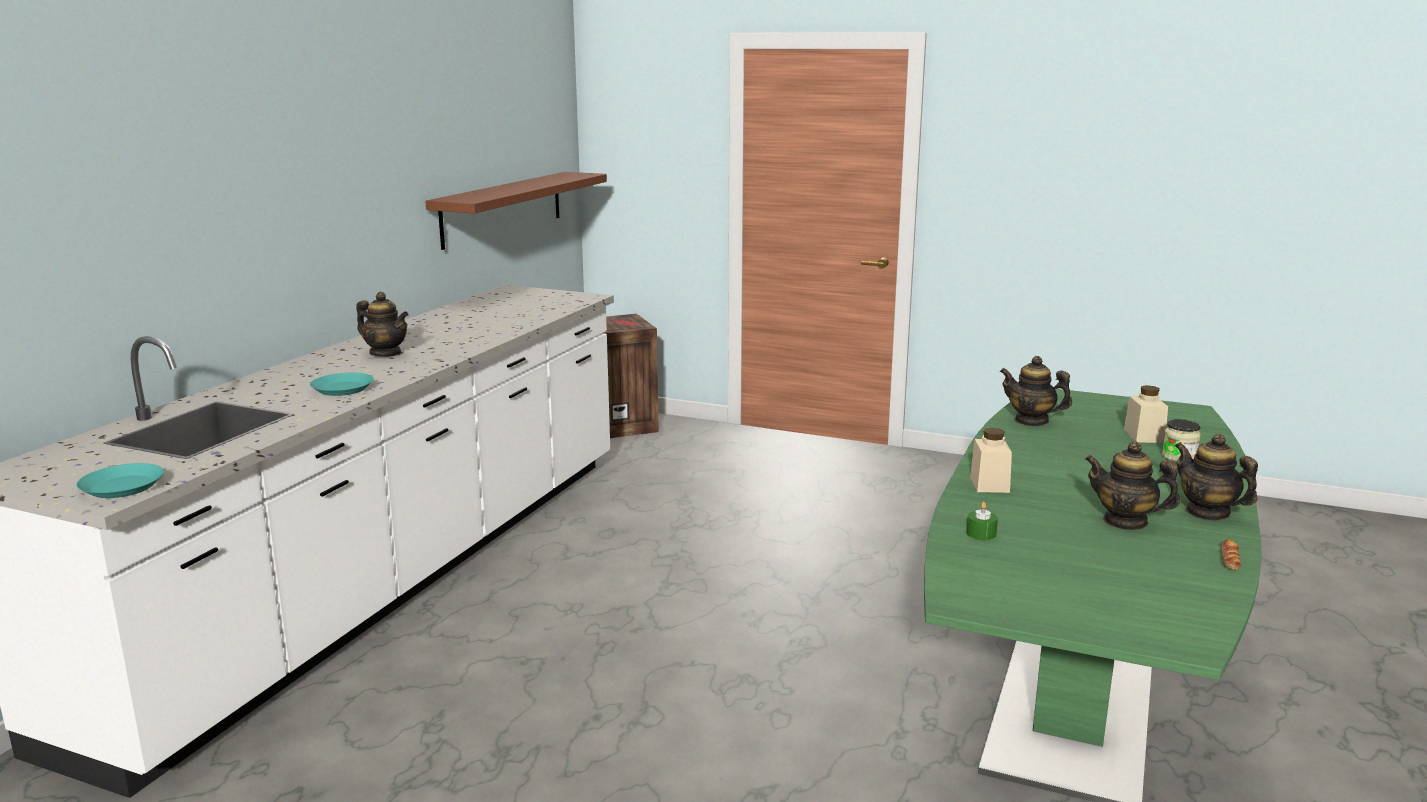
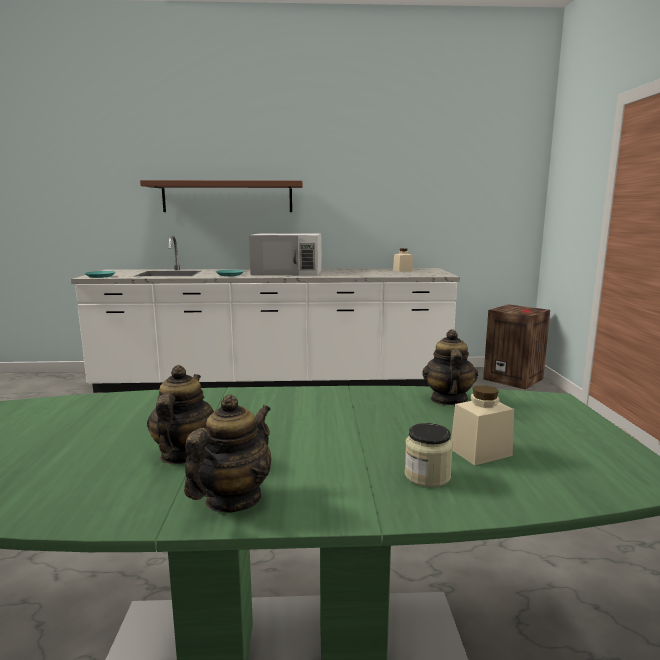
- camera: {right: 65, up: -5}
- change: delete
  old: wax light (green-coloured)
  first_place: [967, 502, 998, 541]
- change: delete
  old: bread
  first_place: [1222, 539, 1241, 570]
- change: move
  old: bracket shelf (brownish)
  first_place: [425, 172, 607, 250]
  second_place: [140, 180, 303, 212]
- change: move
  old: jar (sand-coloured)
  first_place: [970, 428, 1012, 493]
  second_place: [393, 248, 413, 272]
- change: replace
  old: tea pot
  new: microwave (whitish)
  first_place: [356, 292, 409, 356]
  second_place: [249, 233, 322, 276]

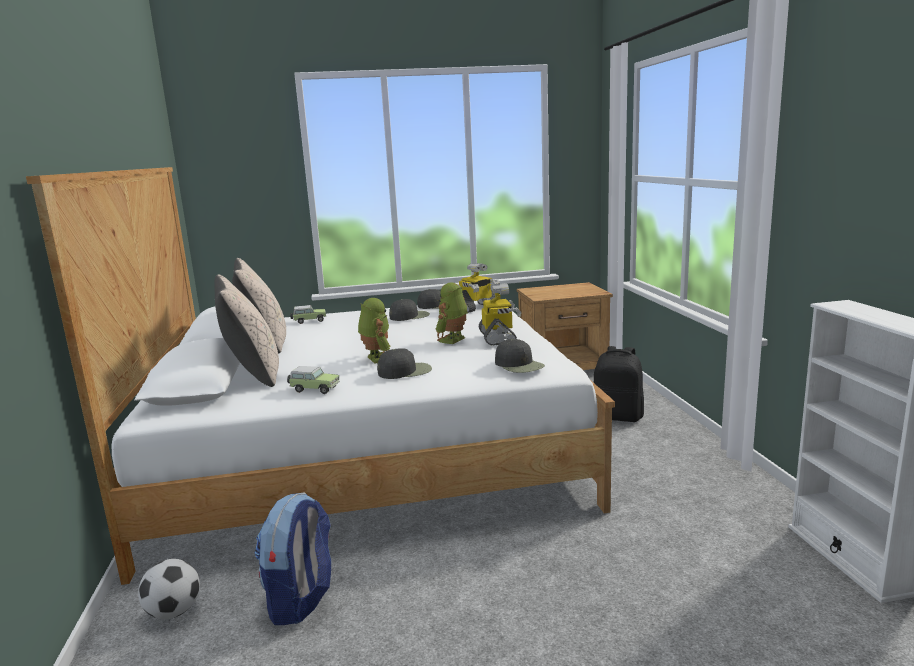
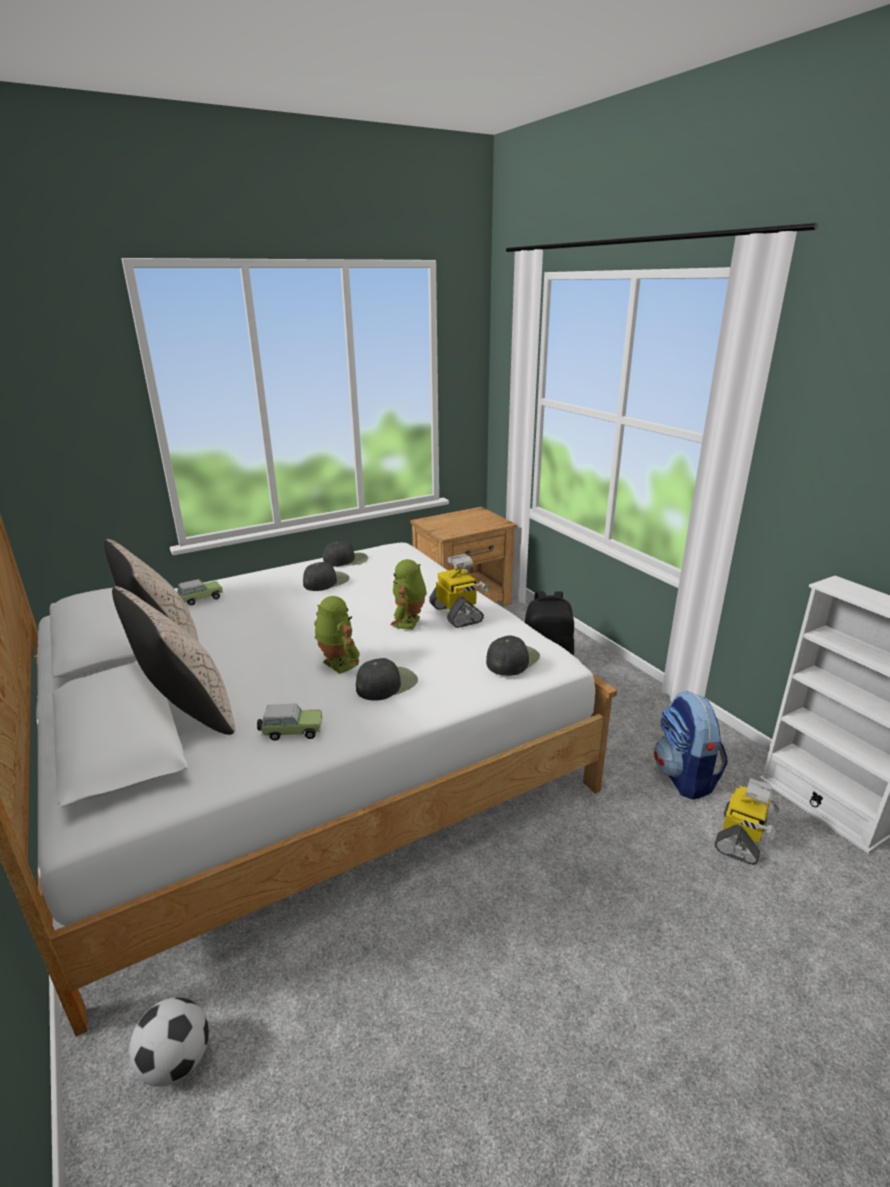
- camera: {right: -20, up: 10}
- change: move
  old: rucksack
  first_place: [255, 492, 331, 625]
  second_place: [654, 691, 728, 800]
- change: move
  old: model robot
  first_place: [459, 263, 500, 313]
  second_place: [715, 778, 781, 865]
- change: rotate
  old: baseball cap (black-coloured)
  first_place: [495, 339, 545, 373]
  second_place: [486, 635, 540, 676]
  degrees: -90

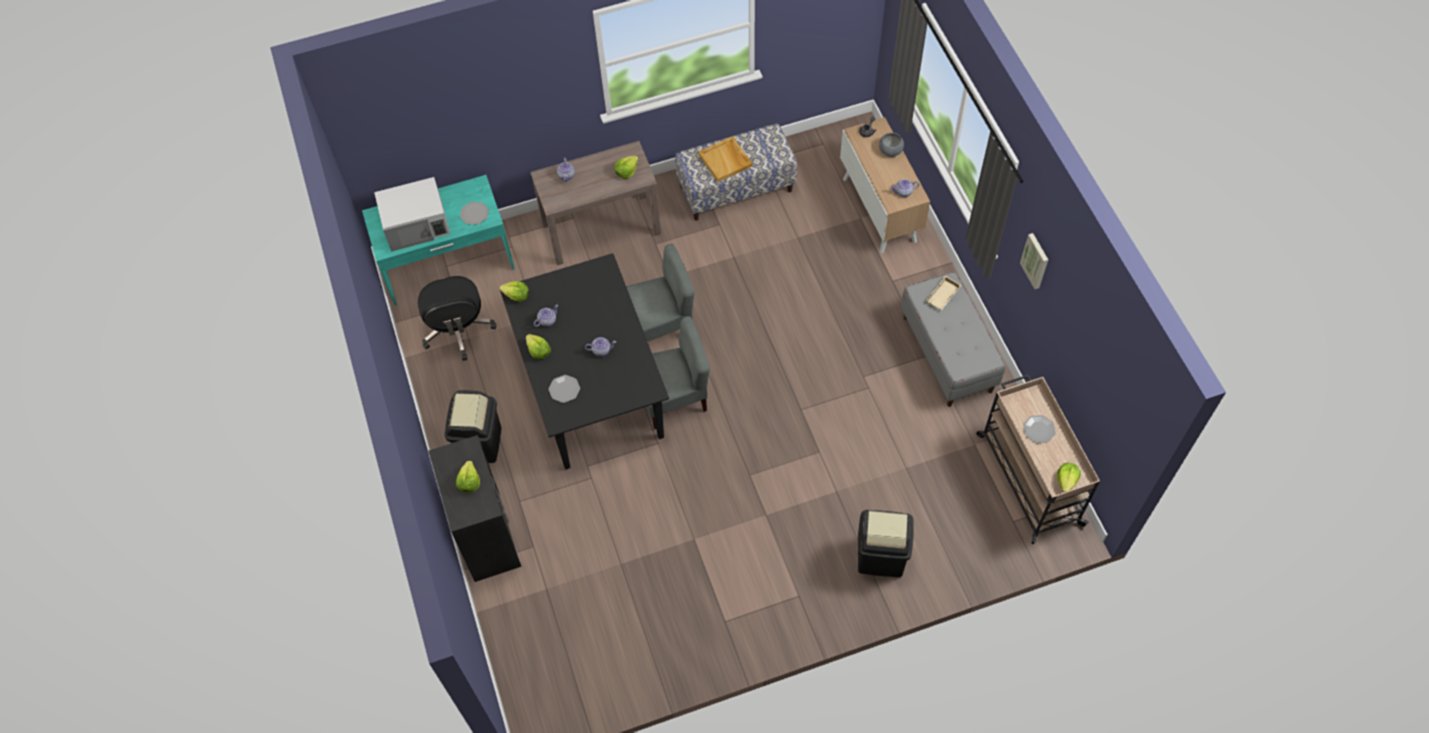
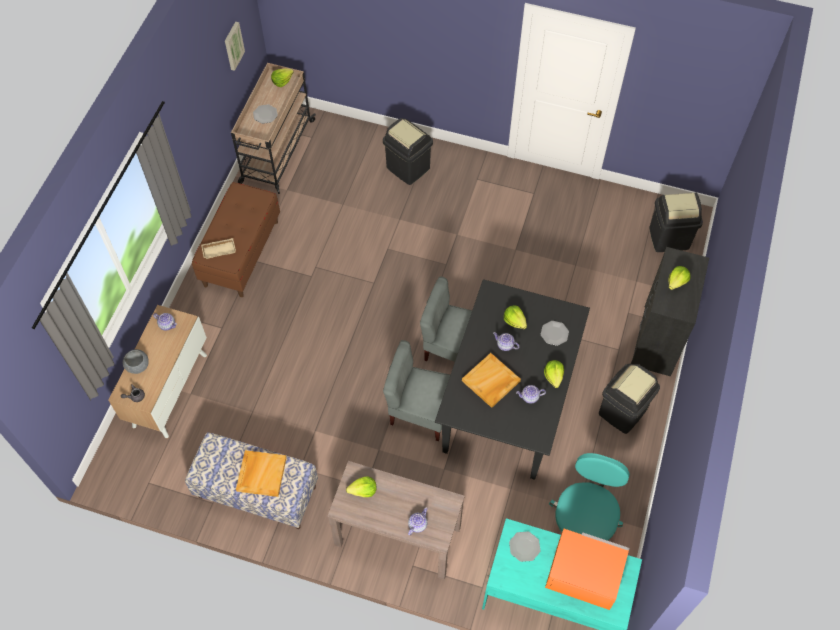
- camera: {right: -145, up: 0}
- change: insert
  new: tray (sand-coloured)
  second_place: [462, 353, 521, 408]
- change: insert
  new: waste bin (black-coloured)
  second_place: [649, 192, 703, 252]
- change: move
  old: lettuce head
  first_place: [499, 281, 529, 302]
  second_place: [504, 305, 527, 329]
- change: move
  old: wall art
  first_place: [1020, 233, 1048, 289]
  second_place: [225, 22, 245, 71]
- change: recolor
  old: microwave (whitish)
  new: microwave (orange)
  first_place: [374, 177, 450, 252]
  second_place: [545, 529, 630, 610]
- change: recolor
  old: office chair (black-coloured)
  new: office chair (blue-green)
  first_place: [418, 276, 496, 361]
  second_place: [549, 453, 630, 541]
- change: recolor
  old: long seat (grey)
  new: long seat (brownish)
  first_place: [901, 272, 1005, 407]
  second_place: [192, 182, 280, 297]

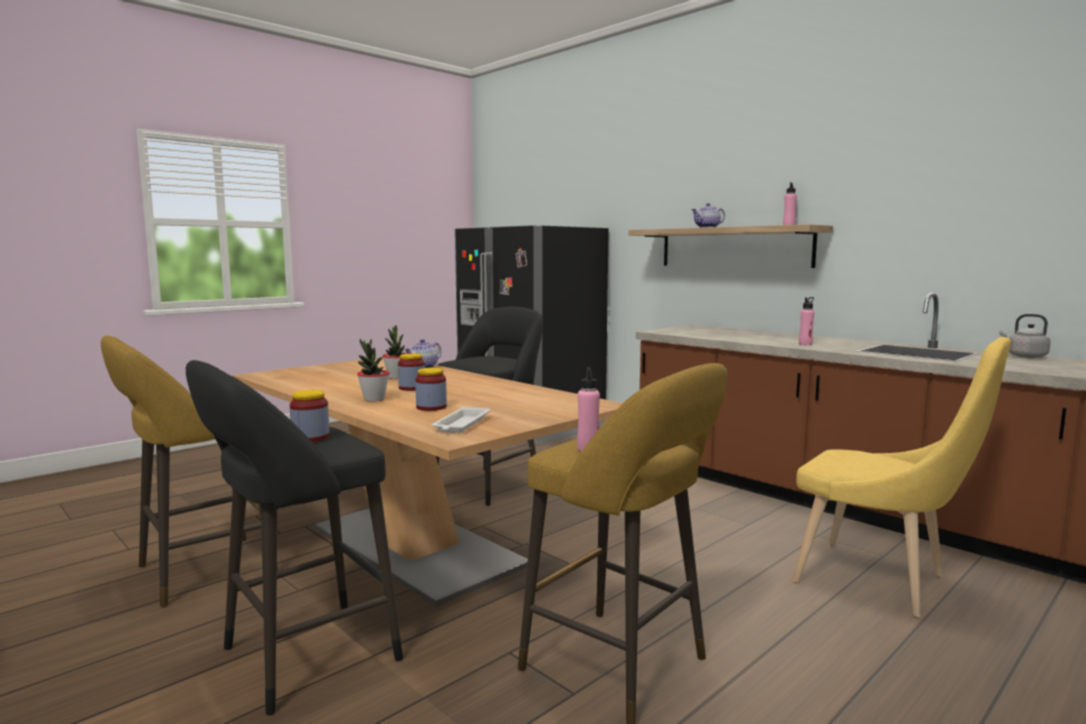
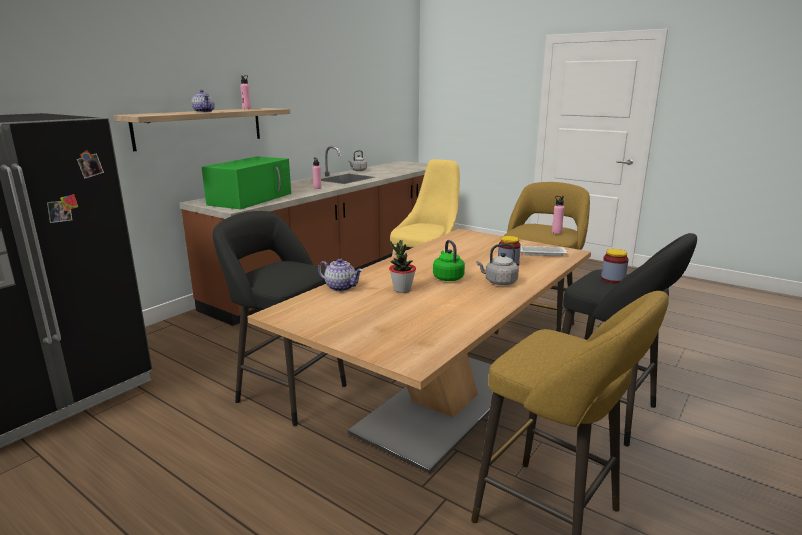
- camera: {right: -100, up: 10}
- change: insert
  new: microwave (green-coloured)
  second_place: [202, 156, 291, 209]
- change: replace
  old: plant in a pot
  new: tea kettle (grey)
  first_place: [357, 339, 389, 402]
  second_place: [477, 244, 519, 285]
- change: replace
  old: jar
  new: tea kettle (green-coloured)
  first_place: [398, 353, 425, 391]
  second_place: [433, 240, 465, 281]

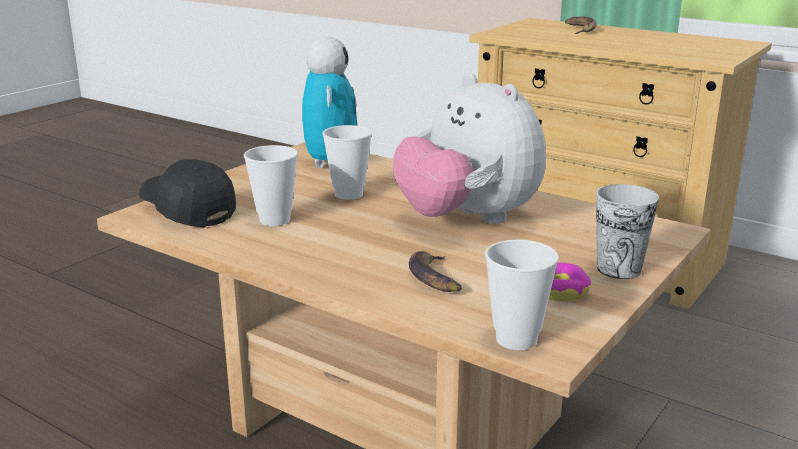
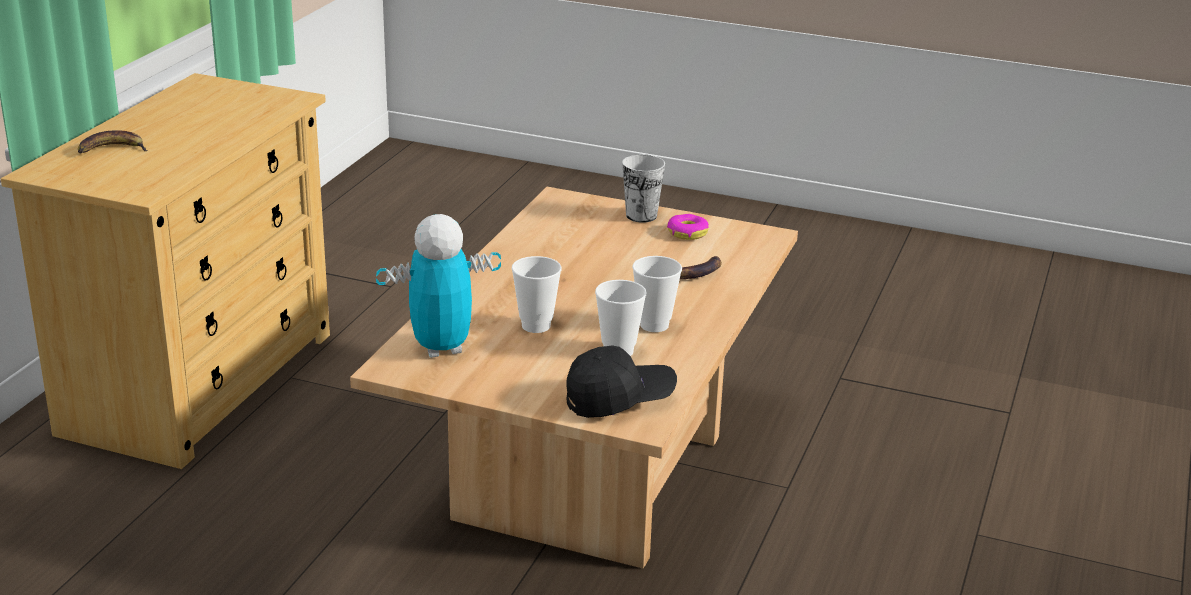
- camera: {right: -105, up: 5}
- change: delete
  old: cuddly toy
  first_place: [393, 73, 546, 224]
- change: move
  old: drinking cup
  first_place: [485, 240, 559, 350]
  second_place: [632, 256, 682, 332]
- change: rotate
  old: baseball cap (black-coloured)
  first_place: [139, 159, 236, 228]
  second_place: [566, 345, 677, 418]
  degrees: -135

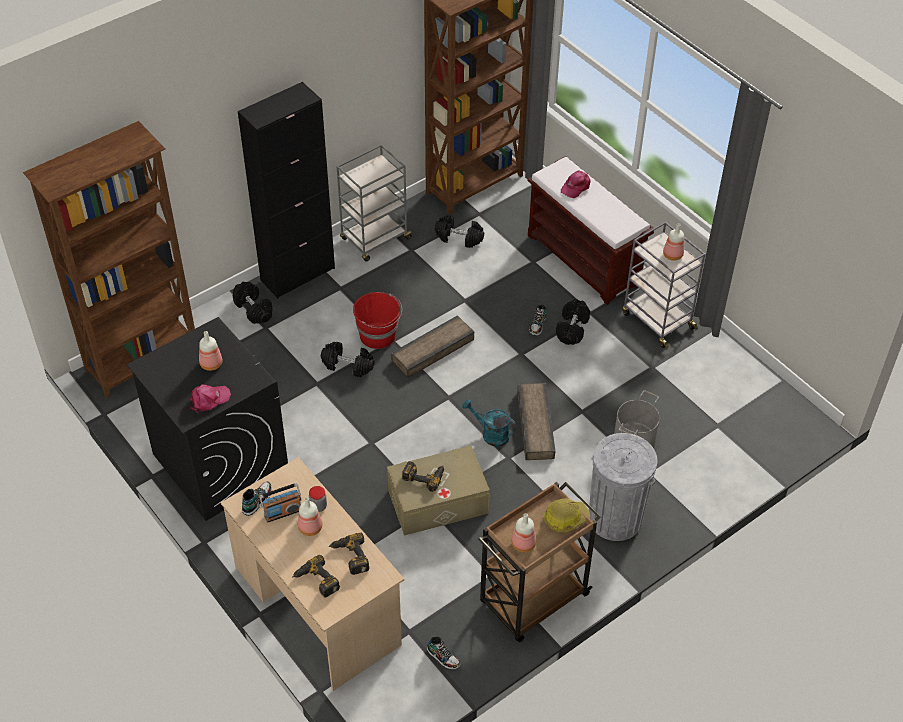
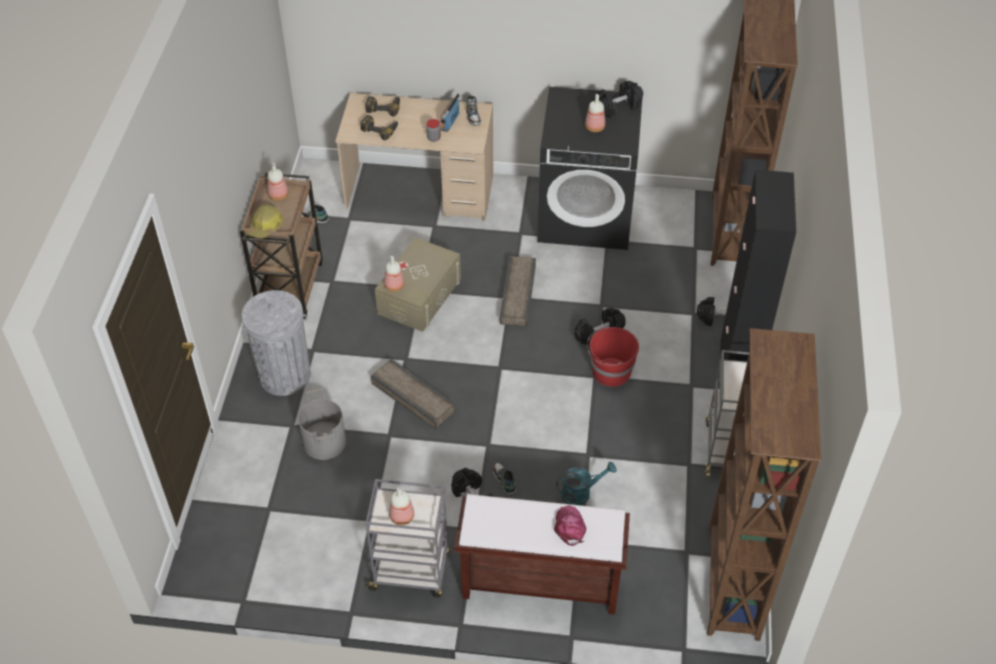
- camera: {right: 135, up: 0}
- change: delete
  old: baseball cap (pink)
  first_place: [190, 384, 231, 414]
- change: delete
  old: power drill
  first_place: [402, 461, 444, 492]
- change: move
  old: beverage bottle
  first_place: [298, 497, 322, 536]
  second_place: [384, 256, 404, 292]
- change: move
  old: shipping crate
  first_place: [391, 315, 474, 378]
  second_place: [500, 256, 536, 327]
- change: move
  old: hand weight (black-coloured)
  first_place: [435, 215, 484, 248]
  second_place: [593, 81, 643, 118]
- change: move
  old: watering pot (blue-green)
  first_place: [462, 399, 516, 447]
  second_place: [556, 462, 617, 505]

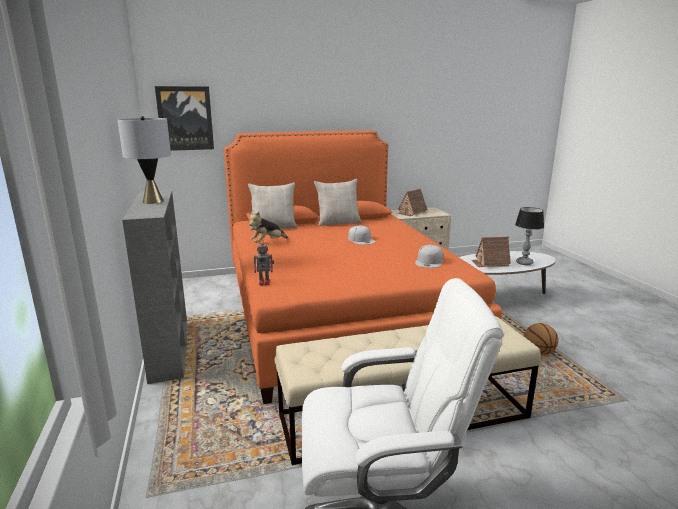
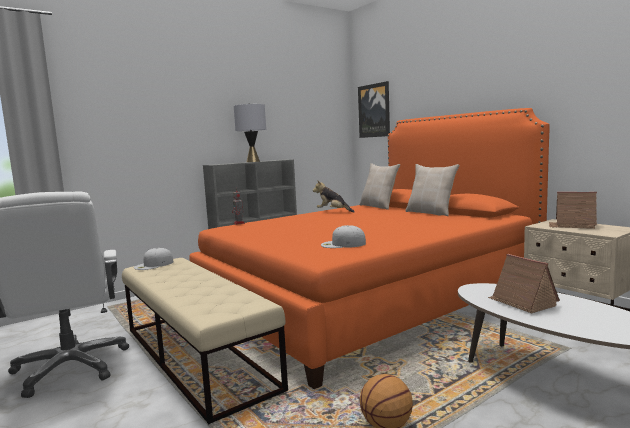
- camera: {right: 70, up: -10}
- change: delete
  old: lamp for a table
  first_place: [515, 207, 544, 265]
- change: move
  old: baseball cap (whitish)
  first_place: [348, 226, 375, 245]
  second_place: [134, 248, 173, 270]

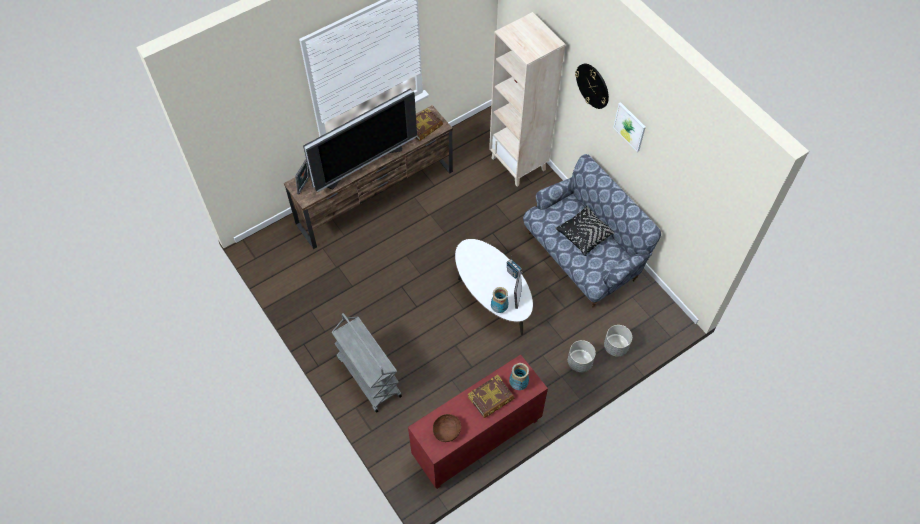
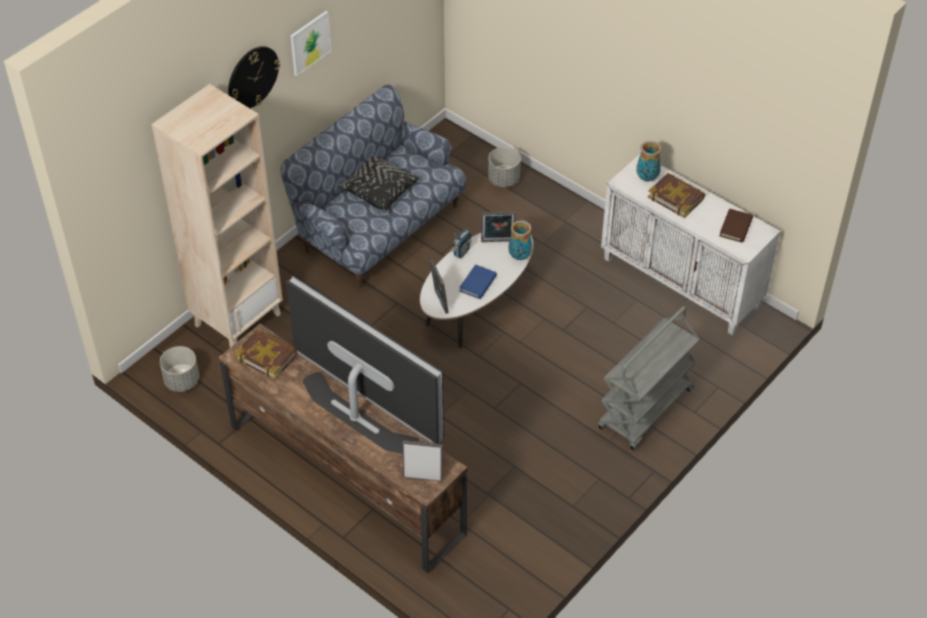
- camera: {right: -105, up: -10}
- change: insert
  new: picture frame
  second_place: [430, 259, 449, 314]
- change: insert
  new: bound book (blue)
  second_place: [459, 264, 497, 299]
- change: move
  old: flower pot (grey)
  first_place: [568, 340, 596, 372]
  second_place: [160, 346, 199, 392]
- change: replace
  old: deep dish (brownish)
  new: bound book (brownish)
  first_place: [433, 414, 461, 442]
  second_place: [719, 209, 753, 243]
- change: recolor
  old: cupboard (red-coloured)
  new: cupboard (whitish)
  first_place: [408, 354, 548, 489]
  second_place: [601, 154, 780, 335]

